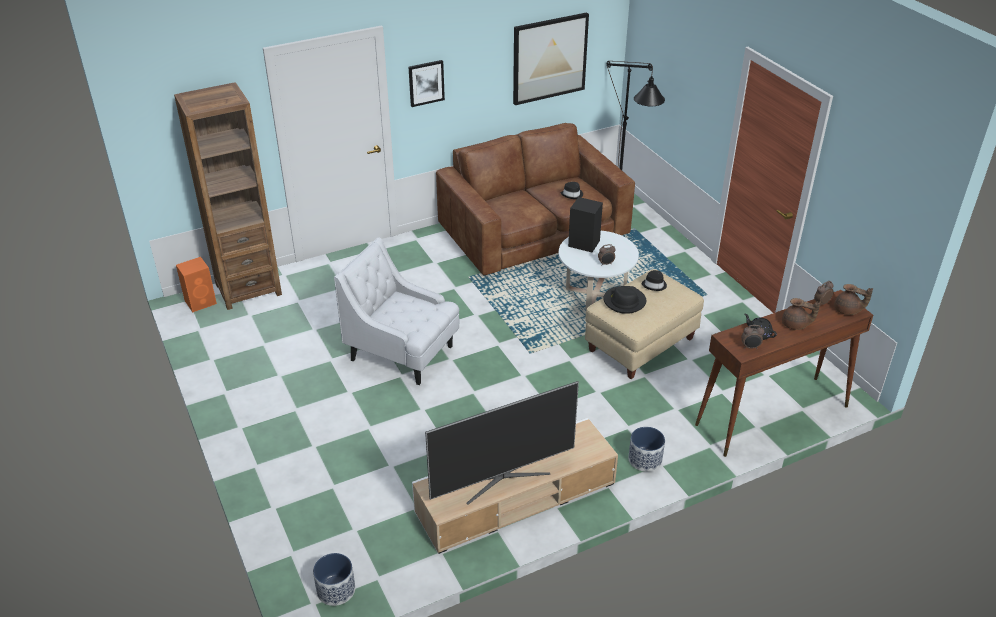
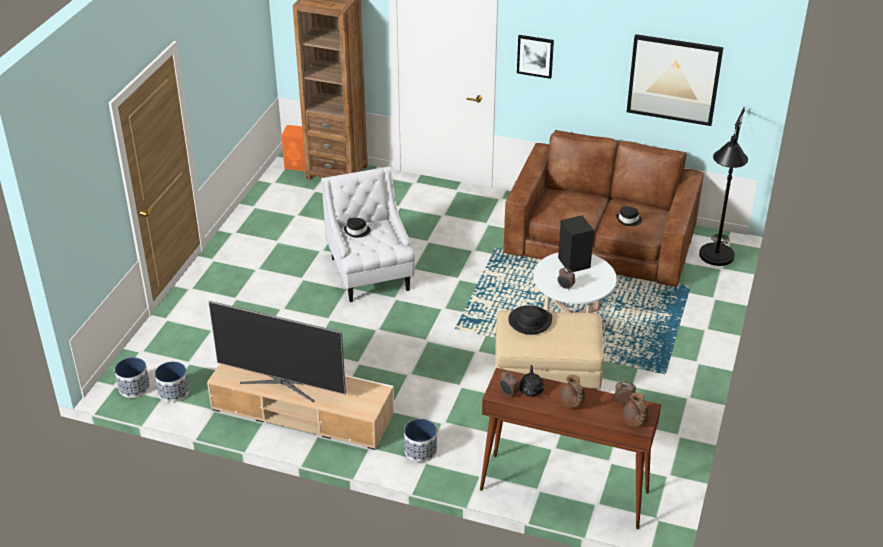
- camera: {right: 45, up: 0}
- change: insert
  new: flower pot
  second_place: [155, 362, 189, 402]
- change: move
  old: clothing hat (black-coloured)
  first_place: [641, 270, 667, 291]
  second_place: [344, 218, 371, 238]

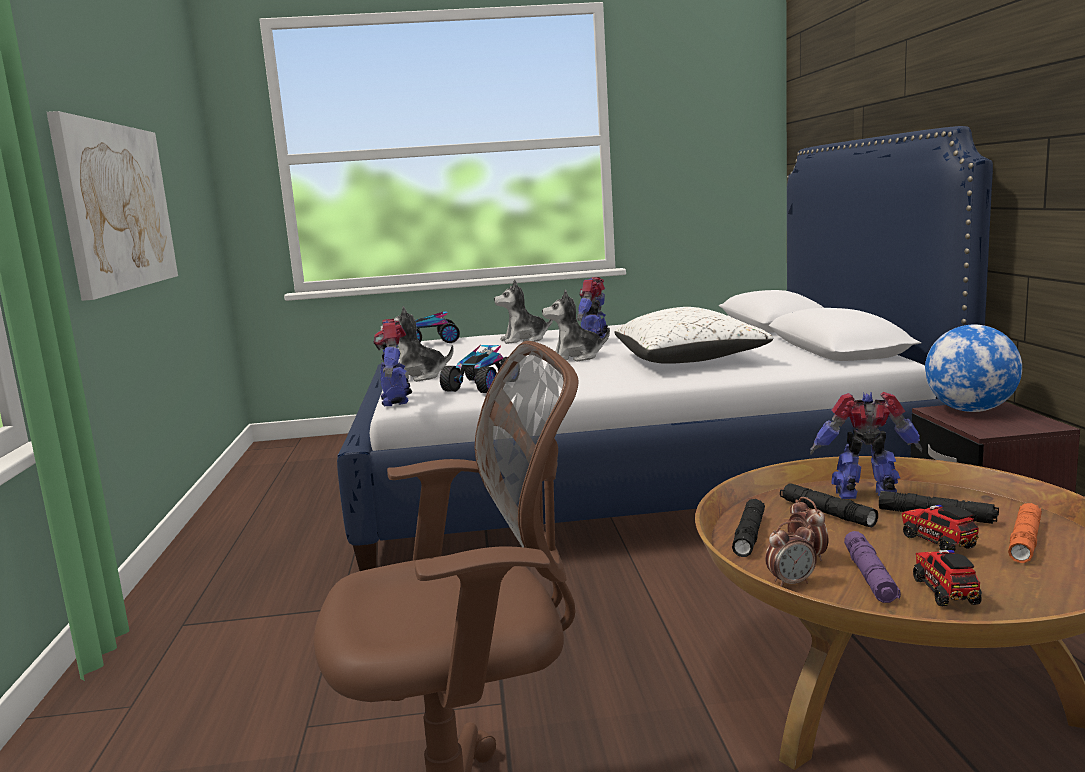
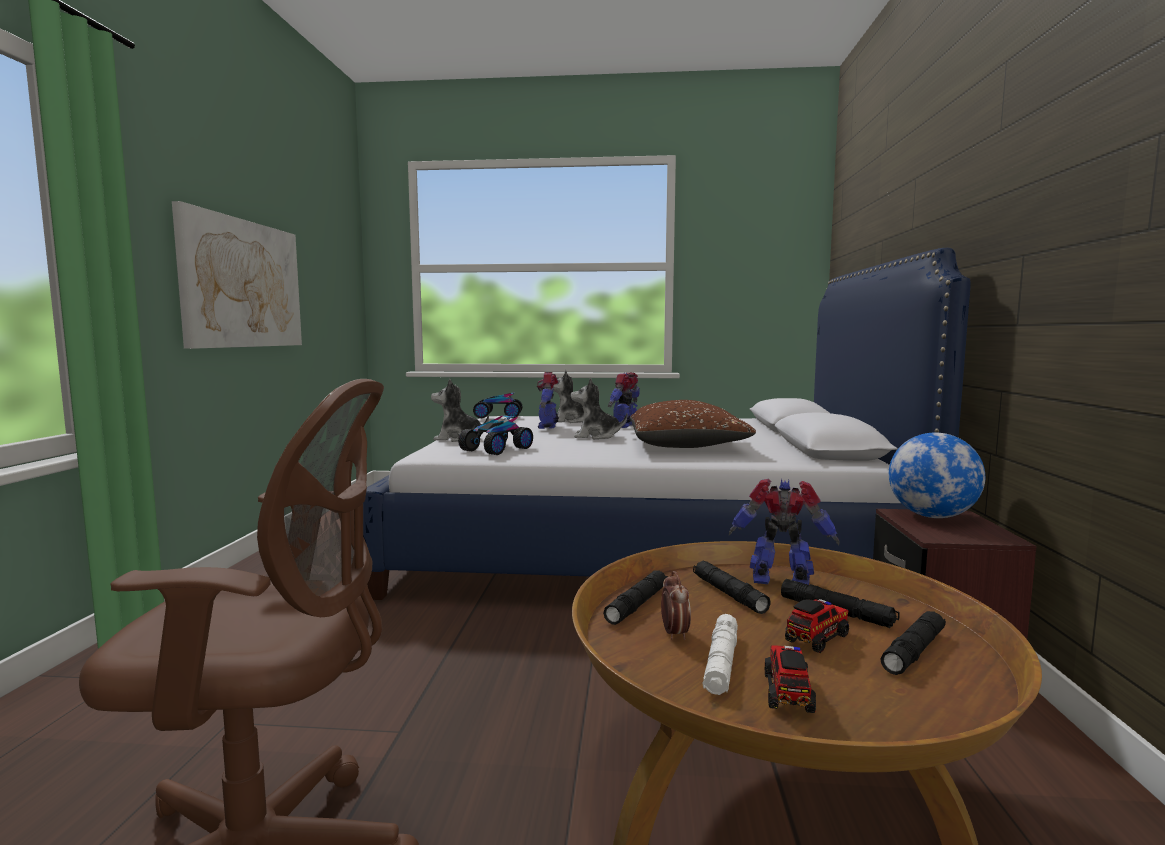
- camera: {right: 10, up: -5}
- change: delete
  old: table clock
  first_place: [765, 520, 817, 587]
- change: move
  old: model robot
  first_place: [373, 319, 412, 406]
  second_place: [537, 372, 559, 429]
- change: recolor
  old: cushion (whitish)
  new: cushion (brownish)
  first_place: [615, 307, 773, 364]
  second_place: [630, 400, 756, 448]
- change: recolor
  old: torch (purple)
  new: torch (whitish)
  first_place: [844, 531, 901, 603]
  second_place: [702, 614, 738, 695]
- change: recolor
  old: torch (orange)
  new: torch (black-coloured)
  first_place: [1008, 503, 1042, 563]
  second_place: [880, 611, 946, 675]
- change: rotate
  old: toy lorry
  first_place: [901, 505, 979, 551]
  second_place: [785, 599, 849, 653]
  degrees: 60

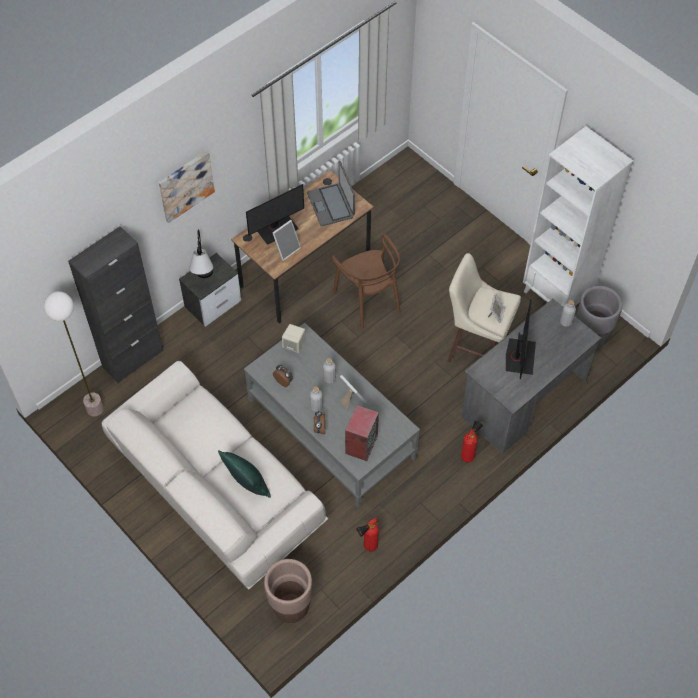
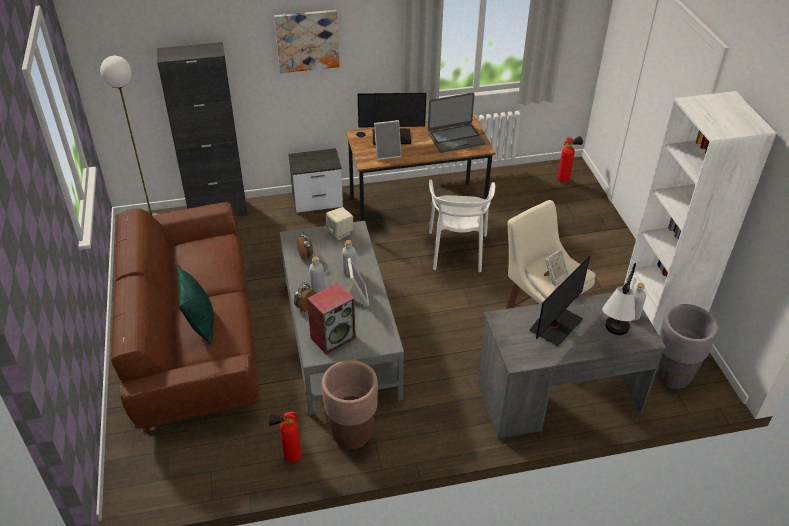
- camera: {right: 30, up: -15}
- change: move
  old: lamp for a table
  first_place: [189, 230, 213, 278]
  second_place: [602, 263, 636, 335]
- change: move
  old: flower pot (brownish)
  first_place: [264, 559, 312, 623]
  second_place: [322, 360, 378, 449]
- change: move
  old: fire-fighting cylinder
  first_place: [461, 420, 483, 462]
  second_place: [557, 136, 583, 182]
- change: recolor
  old: couch (whitish)
  new: couch (brownish)
  first_place: [102, 361, 328, 590]
  second_place: [111, 202, 260, 432]
- change: recolor
  old: chair (brownish)
  new: chair (whitish)
  first_place: [331, 234, 401, 329]
  second_place: [429, 179, 495, 272]
- change: rotate
  old: notebook computer
  first_place: [307, 161, 355, 226]
  second_place: [428, 93, 485, 153]
  degrees: -120

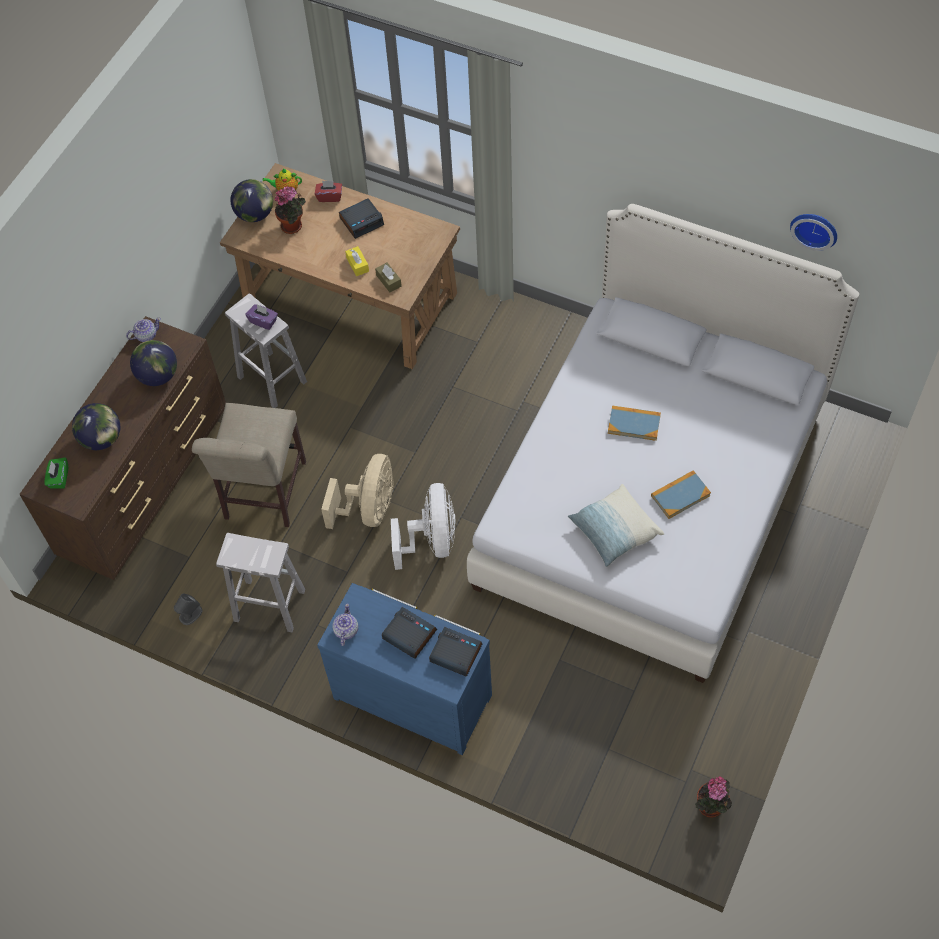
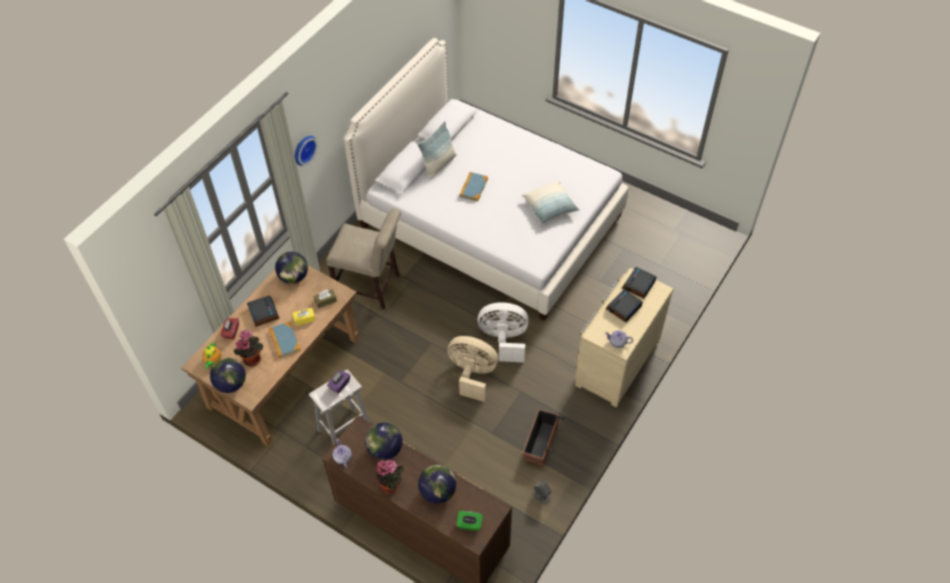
- camera: {right: -85, up: -5}
- change: insert
  new: globe
  second_place: [275, 252, 308, 284]
- change: insert
  new: cushion
  second_place: [417, 121, 457, 179]
- change: move
  old: chair (sand-coloured)
  first_place: [192, 403, 306, 527]
  second_place: [326, 209, 401, 310]
- change: move
  old: bound book
  first_place: [651, 470, 711, 519]
  second_place: [269, 321, 301, 358]
- change: move
  old: plant in a pot
  first_place: [695, 776, 732, 818]
  second_place: [376, 460, 404, 494]
- change: move
  old: hanging clock
  first_place: [790, 214, 837, 251]
  second_place: [295, 136, 318, 166]
- change: replace
  old: stool seat (whitish)
  new: flower pot
  first_place: [216, 533, 305, 632]
  second_place: [523, 409, 564, 466]
- change: recolor
  old: dresser (blue)
  new: dresser (sand-coloured)
  first_place: [317, 583, 492, 755]
  second_place: [575, 268, 674, 407]

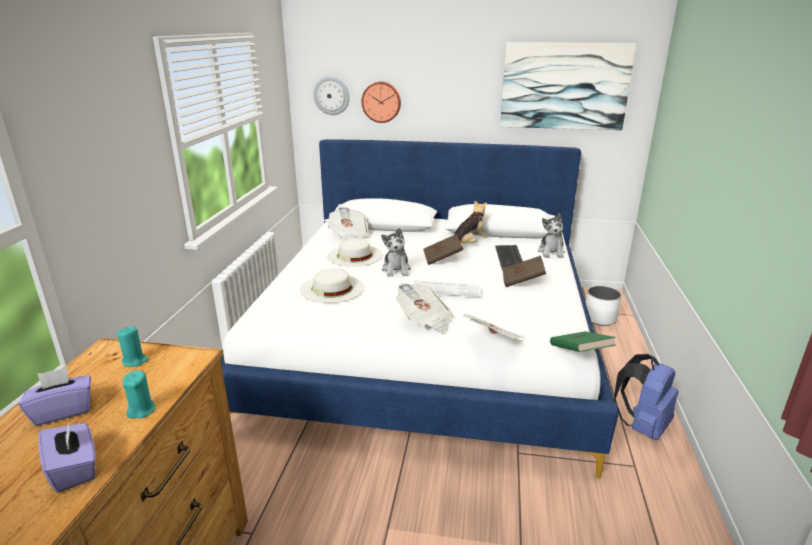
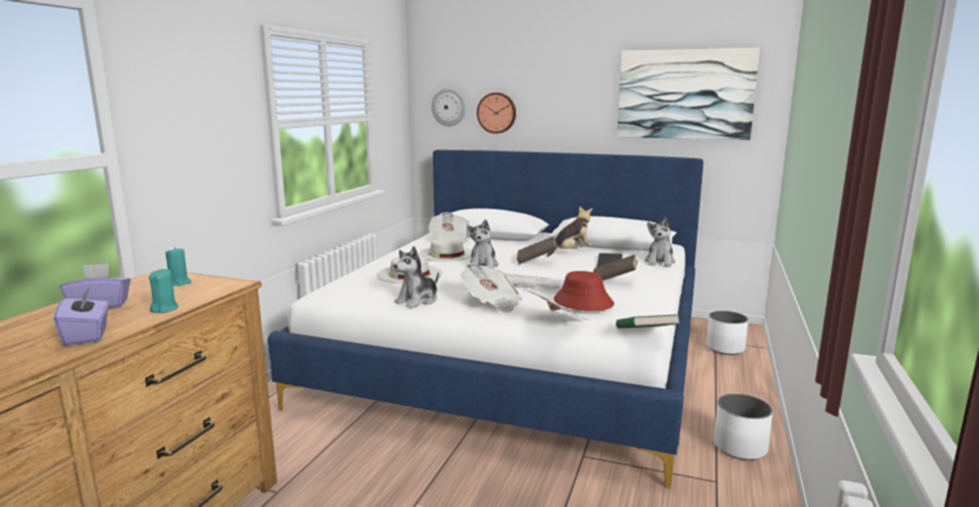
- camera: {right: 10, up: -10}
- change: insert
  new: cuddly toy
  second_place: [394, 246, 439, 308]
- change: insert
  new: clothing hat (red-coloured)
  second_place: [554, 271, 614, 311]
- change: replace
  old: rucksack (blue)
  new: flower pot (whitish)
  first_place: [614, 354, 679, 440]
  second_place: [713, 394, 773, 460]

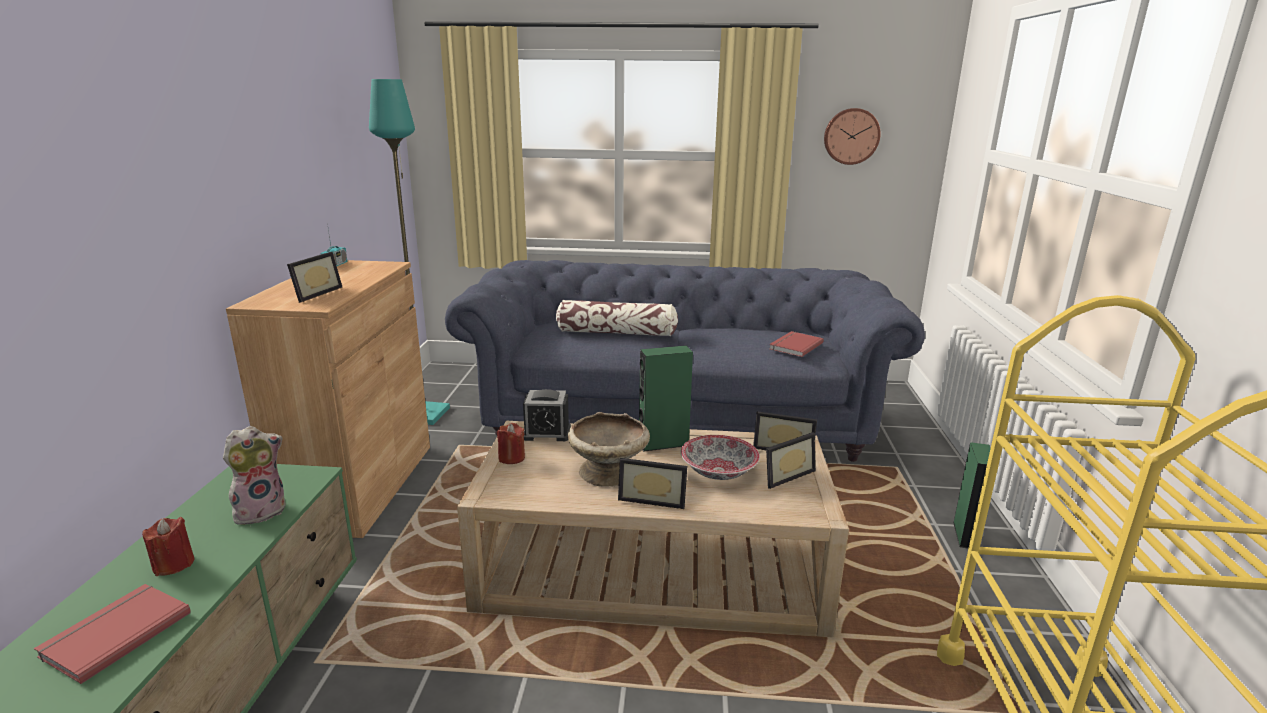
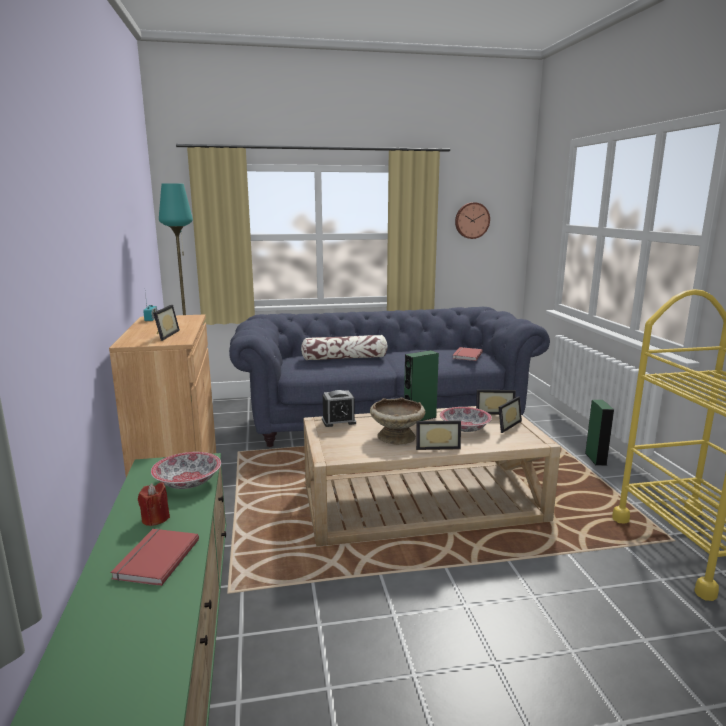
- camera: {right: -15, up: -5}
- change: delete
  old: wax light (red-coloured)
  first_place: [497, 423, 525, 464]
- change: replace
  old: cuddly toy
  new: deep dish
  first_place: [223, 426, 286, 525]
  second_place: [151, 452, 221, 489]

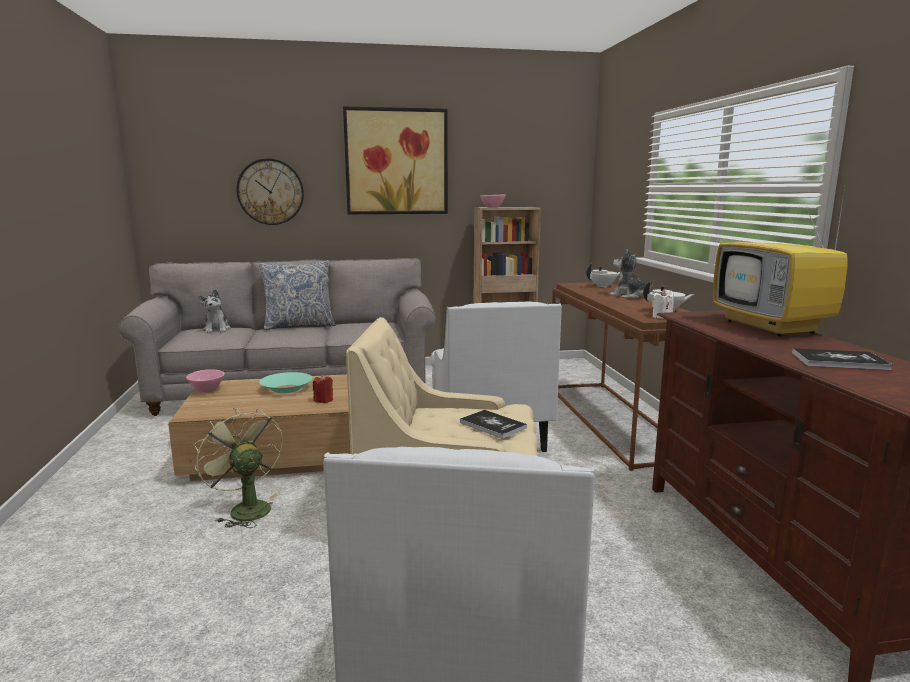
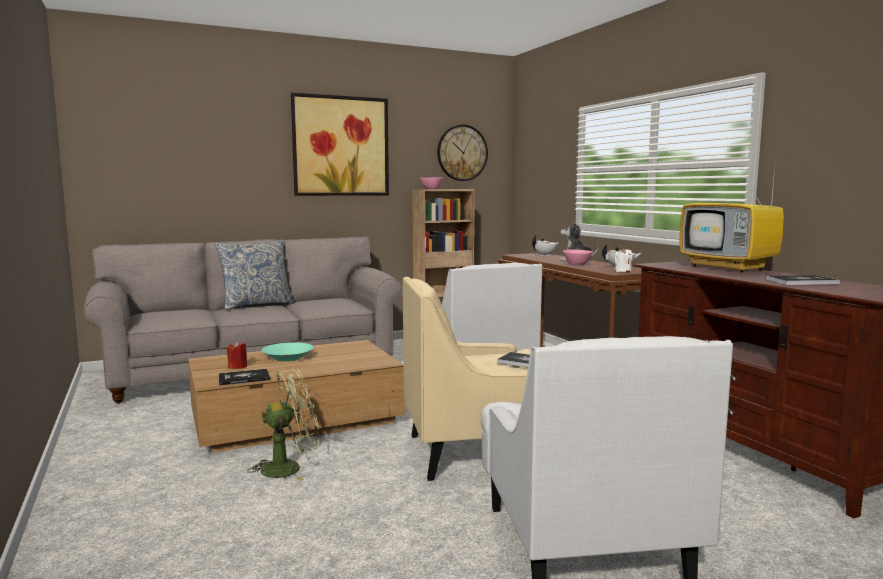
- camera: {right: -15, up: -5}
- change: delete
  old: cuddly toy
  first_place: [199, 289, 231, 333]
- change: insert
  new: bound book
  second_place: [218, 369, 270, 386]
- change: move
  old: deep dish (pink)
  first_place: [186, 369, 225, 393]
  second_place: [563, 249, 593, 266]
- change: move
  old: hanging clock
  first_place: [236, 158, 304, 225]
  second_place: [437, 125, 488, 181]
- change: move
  old: wax light (red-coloured)
  first_place: [313, 374, 333, 403]
  second_place: [227, 341, 247, 369]
- change: rotate
  old: fan (green-coloured)
  first_place: [193, 408, 283, 528]
  second_place: [247, 368, 319, 481]
  degrees: 120

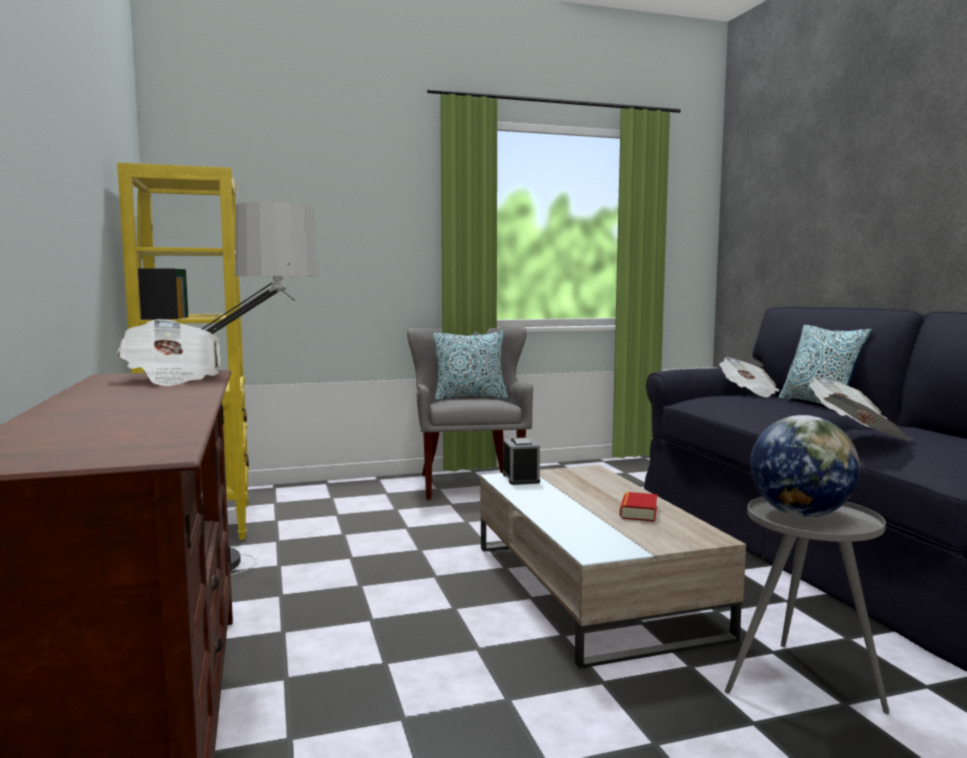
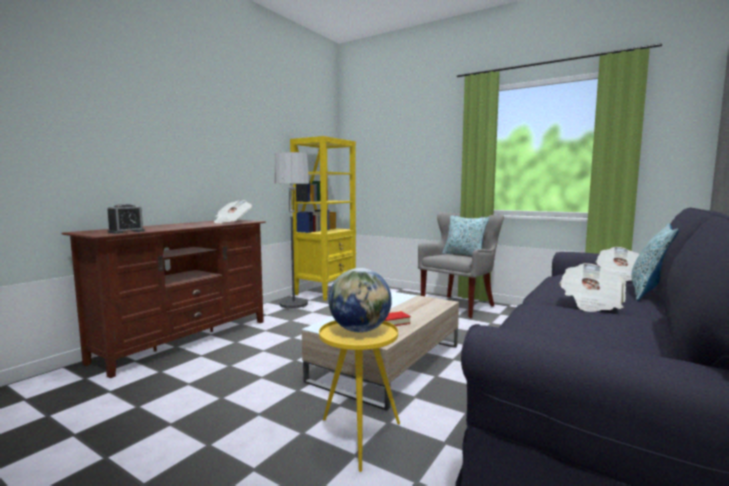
- camera: {right: 50, up: 0}
- change: delete
  old: printed paper
  first_place: [823, 394, 915, 440]
- change: move
  old: table clock
  first_place: [503, 437, 540, 485]
  second_place: [107, 204, 145, 234]
- change: recolor
  old: end table (grey)
  new: end table (yellow)
  first_place: [725, 497, 889, 714]
  second_place: [319, 321, 400, 472]

